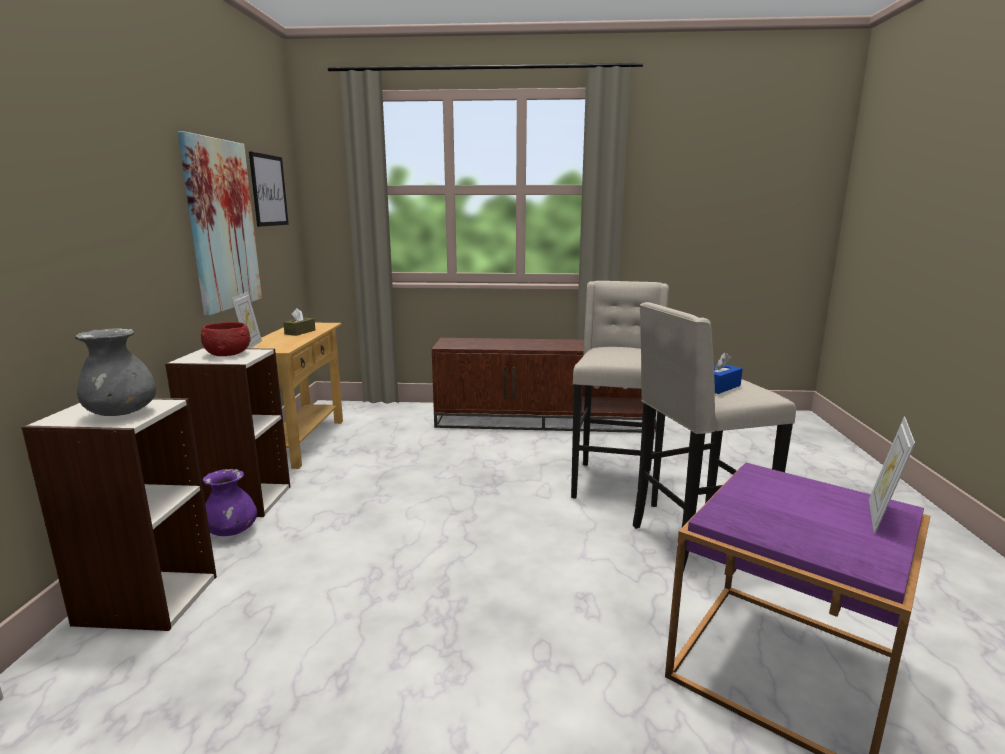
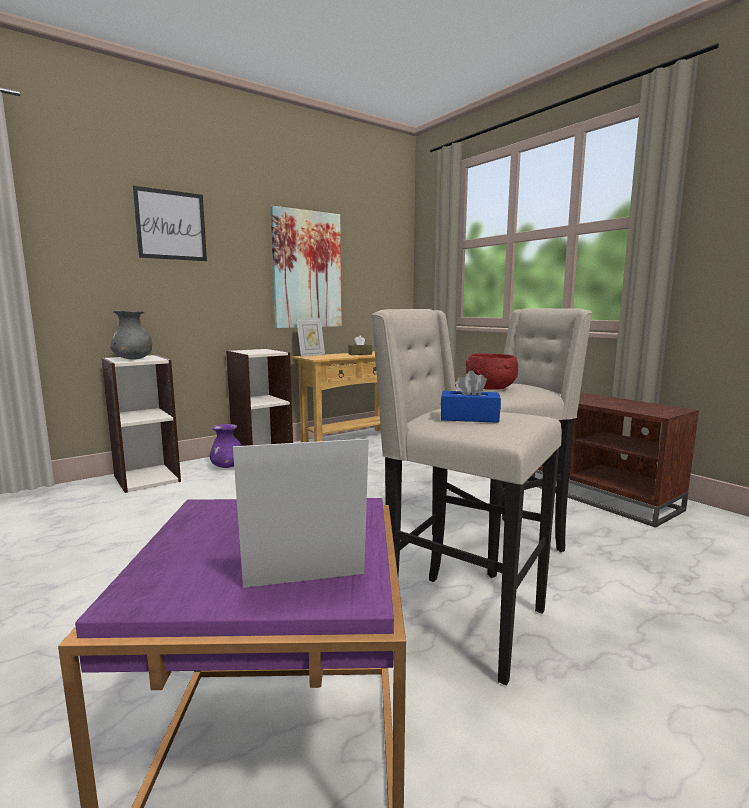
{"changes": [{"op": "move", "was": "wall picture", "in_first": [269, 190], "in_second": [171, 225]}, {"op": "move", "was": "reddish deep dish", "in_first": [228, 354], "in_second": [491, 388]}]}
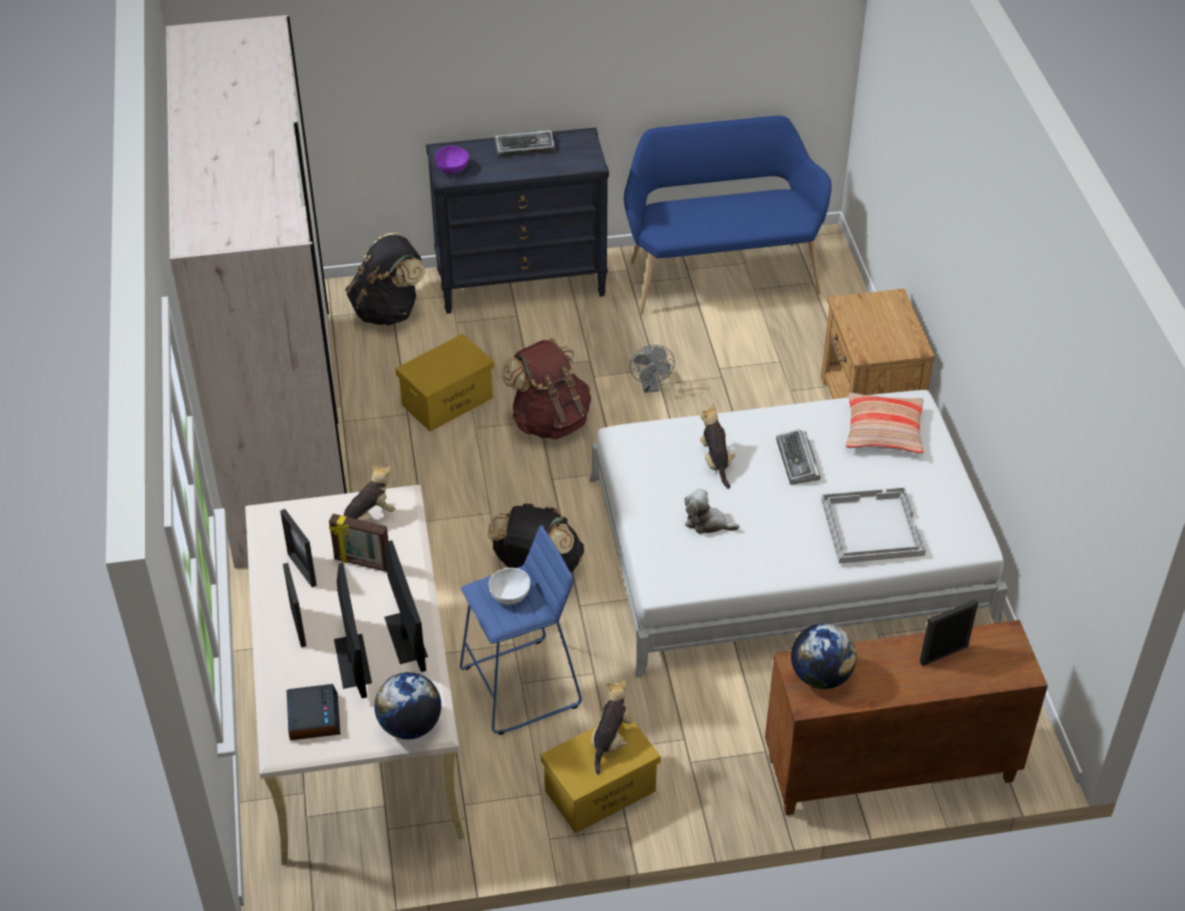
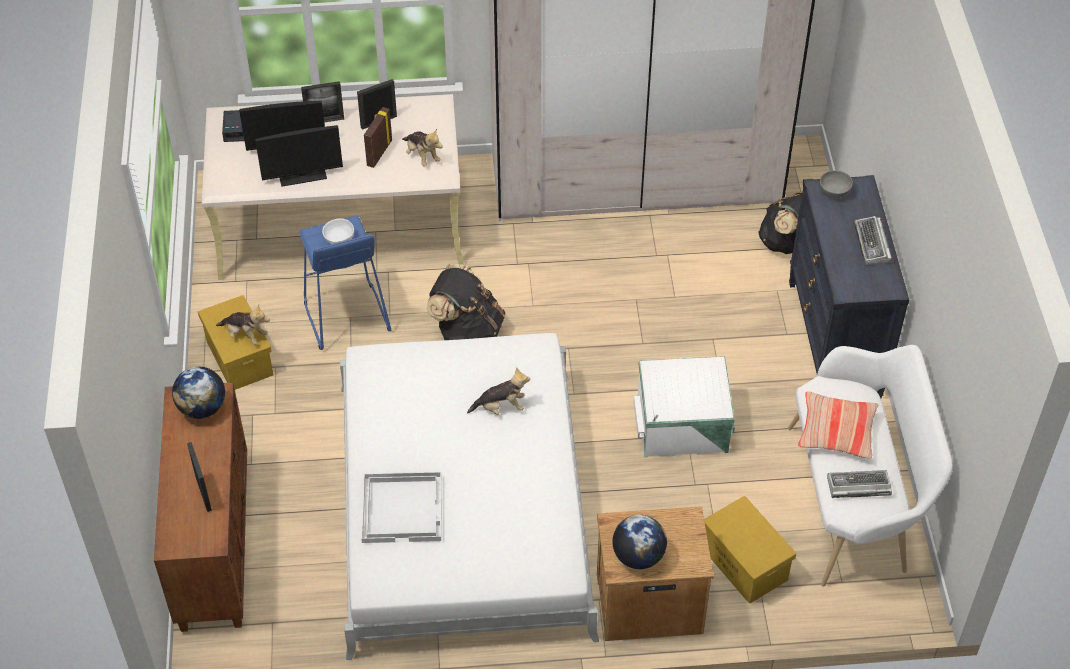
{"changes": [{"op": "recolor", "was": "bluish long seat", "now": "white-coloured long seat", "in_first": [720, 273], "in_second": [855, 501]}, {"op": "recolor", "was": "purplish deep dish", "now": "gray deep dish", "in_first": [453, 168], "in_second": [835, 192]}, {"op": "move", "was": "yellowish storage bin", "in_first": [448, 400], "in_second": [745, 564]}, {"op": "delete", "was": "brownish backpack", "in_first": [549, 420]}, {"op": "replace", "was": "gray fan", "now": "white-coloured storage bin", "in_first": [650, 386], "in_second": [683, 427]}, {"op": "move", "was": "throw pillow", "in_first": [883, 431], "in_second": [836, 431]}, {"op": "move", "was": "PC keyboard", "in_first": [798, 461], "in_second": [857, 487]}, {"op": "delete", "was": "plush toy", "in_first": [707, 523]}, {"op": "move", "was": "world globe", "in_first": [410, 725], "in_second": [638, 556]}]}
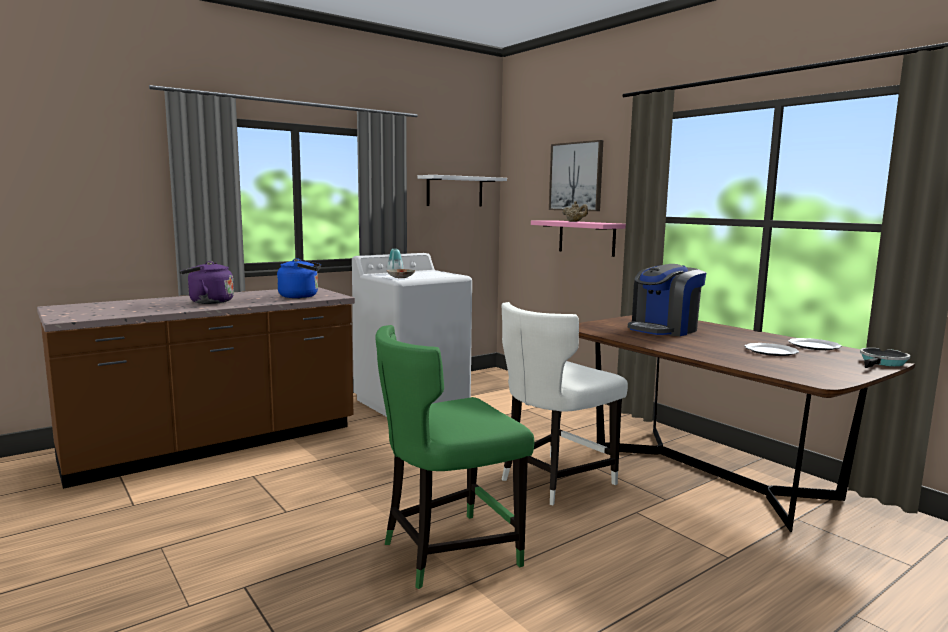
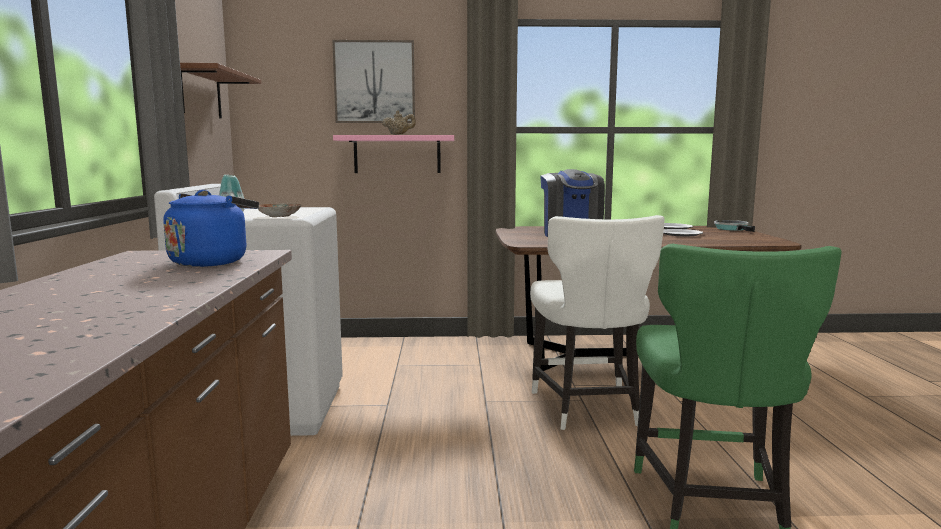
{"changes": [{"op": "recolor", "was": "white-coloured shelf", "now": "brownish shelf", "in_first": [454, 191], "in_second": [201, 94]}, {"op": "delete", "was": "purplish tea kettle", "in_first": [208, 302]}]}
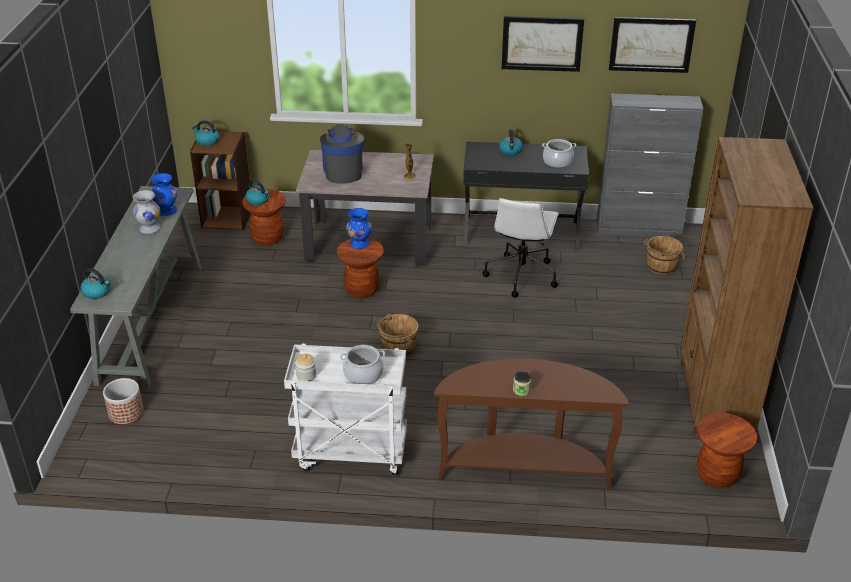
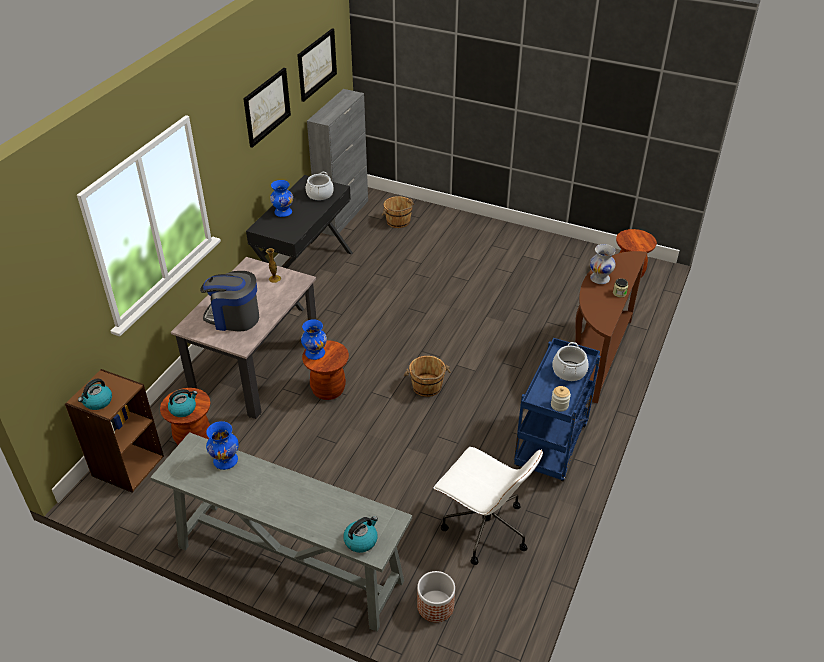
{"changes": [{"op": "replace", "was": "tea kettle", "now": "bluish flower vase", "in_first": [510, 151], "in_second": [283, 212]}, {"op": "delete", "was": "brownish shelving unit", "in_first": [714, 400]}, {"op": "move", "was": "white-coloured flower vase", "in_first": [149, 228], "in_second": [599, 279]}, {"op": "move", "was": "white-coloured office chair", "in_first": [521, 275], "in_second": [484, 528]}, {"op": "recolor", "was": "white-coloured wheeled cart", "now": "bluish wheeled cart", "in_first": [350, 454], "in_second": [551, 448]}]}
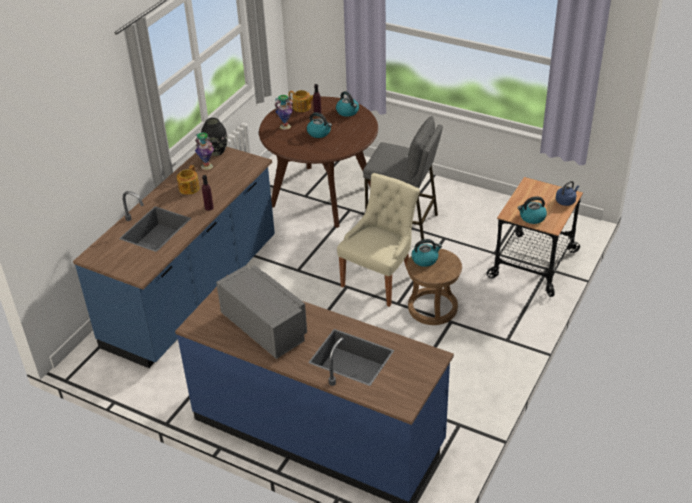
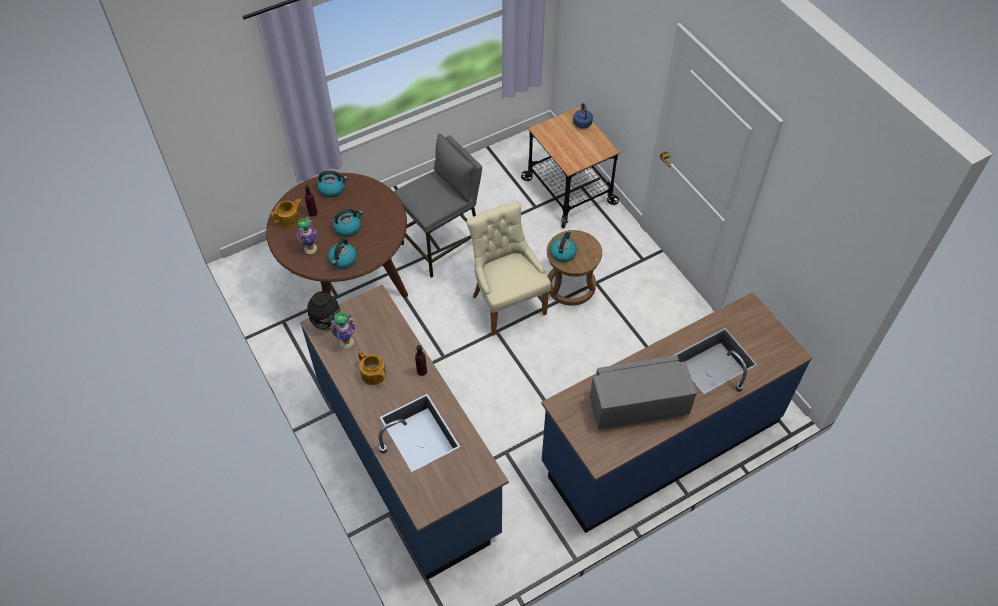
{"changes": [{"op": "move", "was": "tea kettle", "in_first": [532, 217], "in_second": [343, 260]}]}
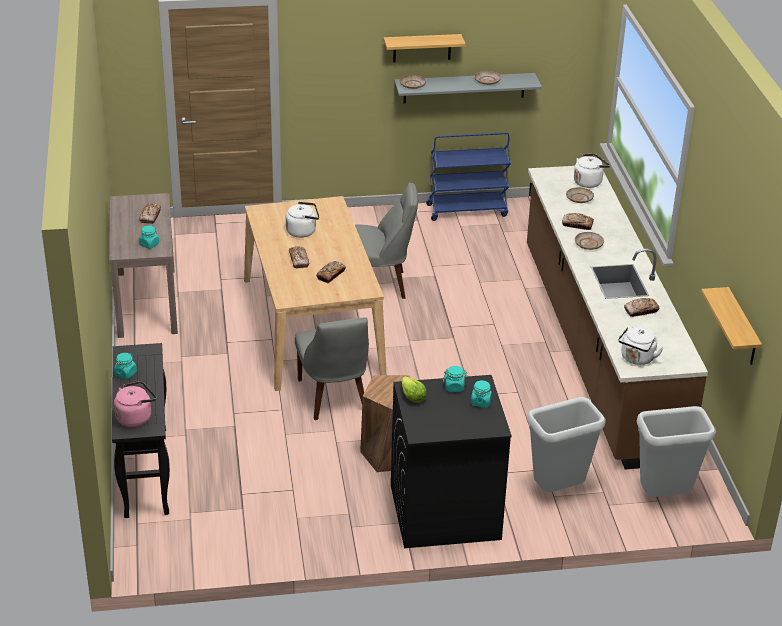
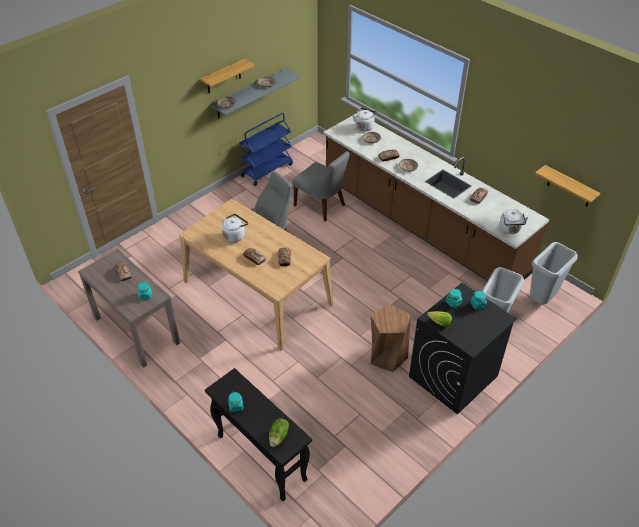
{"changes": [{"op": "move", "was": "gray plain chair", "in_first": [334, 398], "in_second": [321, 206]}, {"op": "replace", "was": "pinkish tea kettle", "now": "head of lettuce", "in_first": [136, 417], "in_second": [279, 436]}]}
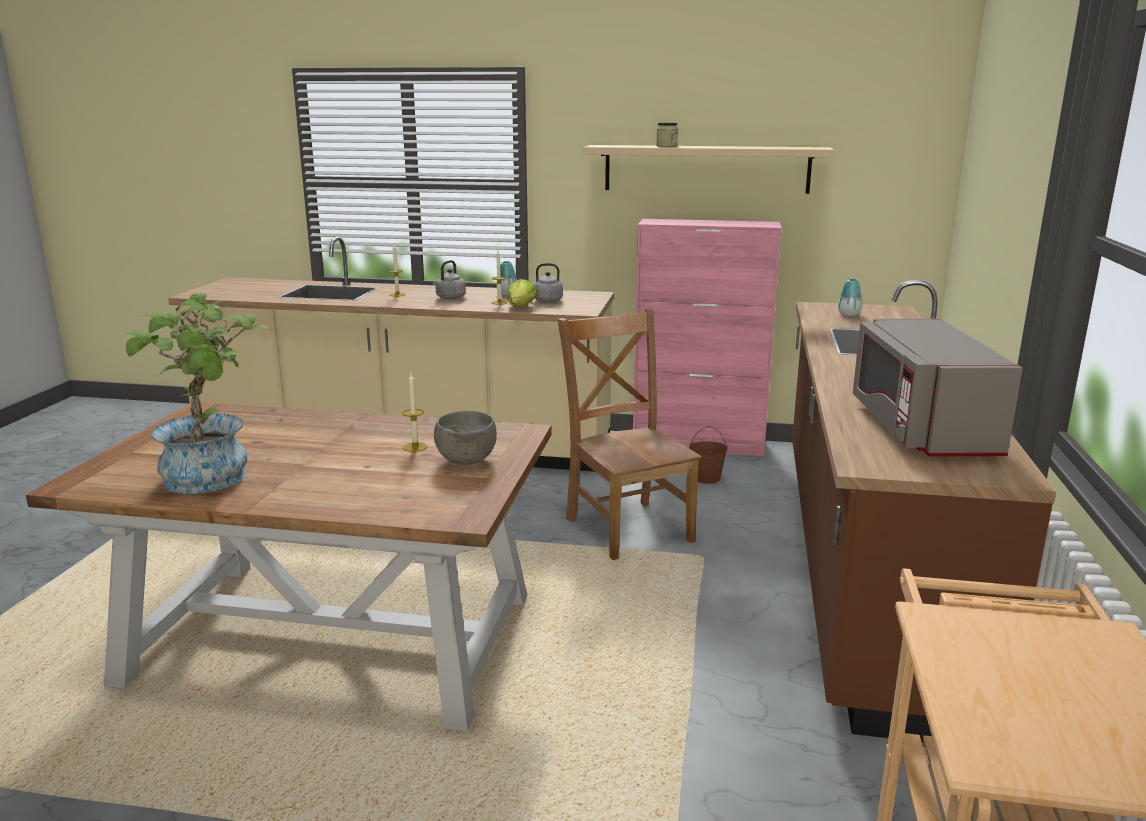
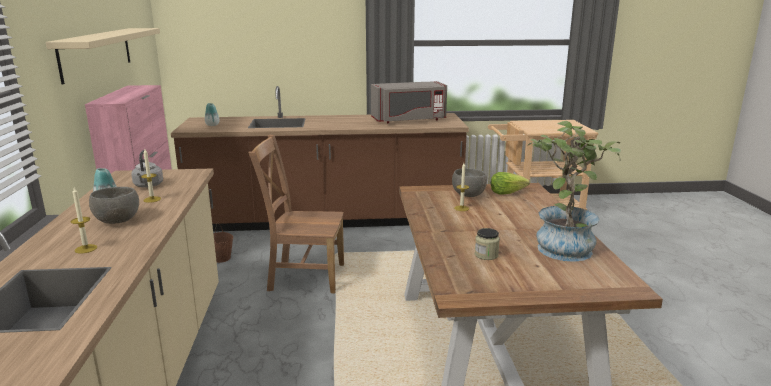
{"changes": [{"op": "move", "was": "jar", "in_first": [666, 146], "in_second": [486, 255]}, {"op": "replace", "was": "gray tea kettle", "now": "gray deep dish", "in_first": [449, 298], "in_second": [118, 221]}, {"op": "move", "was": "head of lettuce", "in_first": [521, 307], "in_second": [507, 192]}, {"op": "rotate", "was": "brownish plain chair", "in_first": [627, 527], "in_second": [303, 276], "clockwise": 45}]}
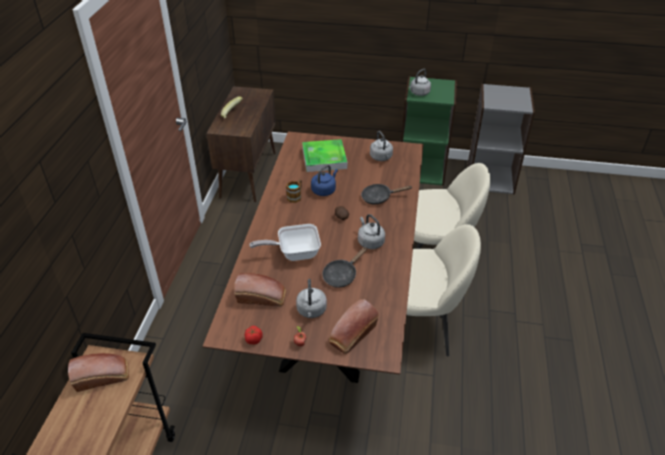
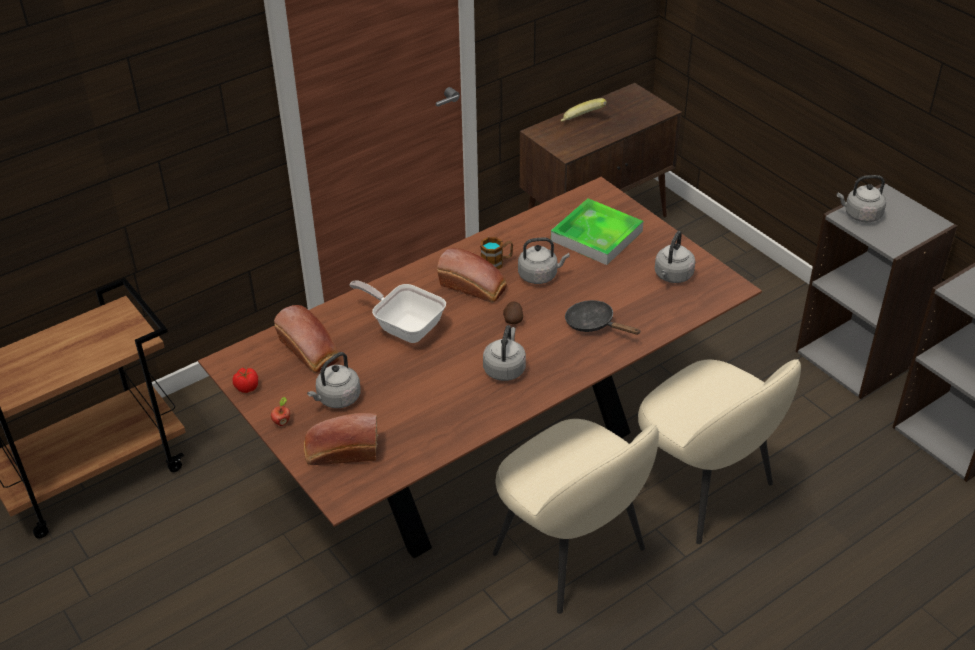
{"changes": [{"op": "recolor", "was": "green shelving unit", "now": "gray shelving unit", "in_first": [422, 169], "in_second": [857, 357]}, {"op": "recolor", "was": "bluish tea kettle", "now": "gray tea kettle", "in_first": [324, 190], "in_second": [540, 275]}, {"op": "delete", "was": "black-coloured pan", "in_first": [342, 275]}, {"op": "move", "was": "bread", "in_first": [104, 377], "in_second": [474, 287]}]}
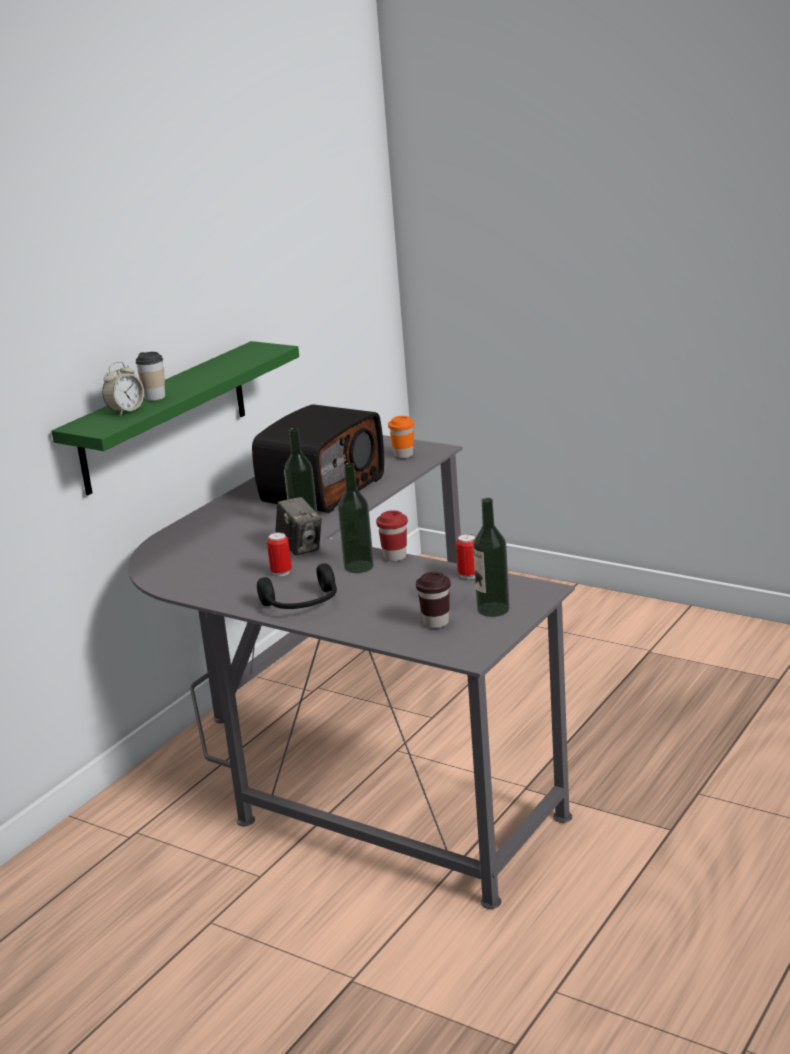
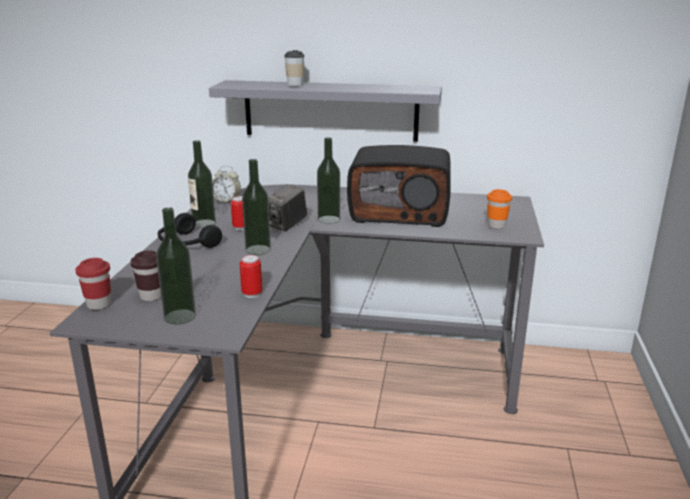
{"changes": [{"op": "recolor", "was": "green shelf", "now": "gray shelf", "in_first": [164, 417], "in_second": [330, 110]}, {"op": "move", "was": "bedside clock", "in_first": [126, 411], "in_second": [227, 200]}, {"op": "move", "was": "reddish drinking cup", "in_first": [395, 557], "in_second": [99, 305]}, {"op": "insert", "now": "drink bottle", "in_second": [204, 223]}]}
